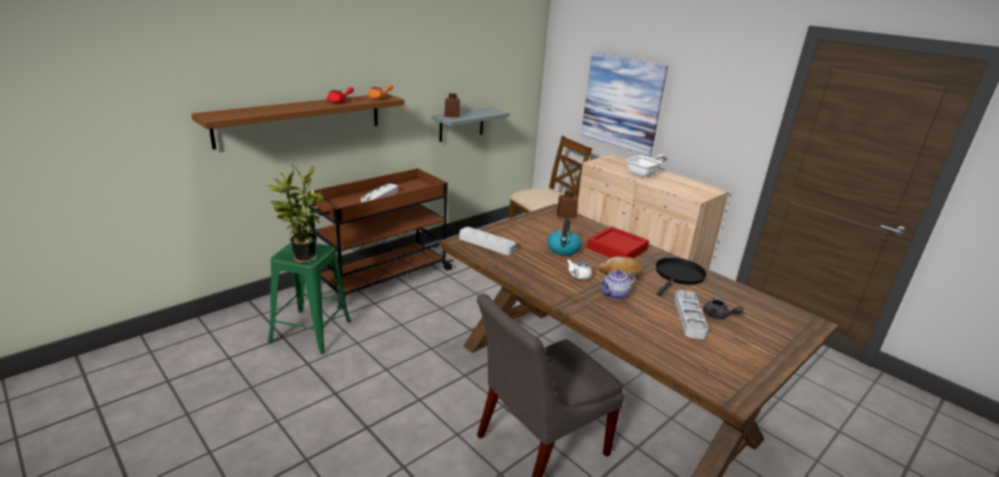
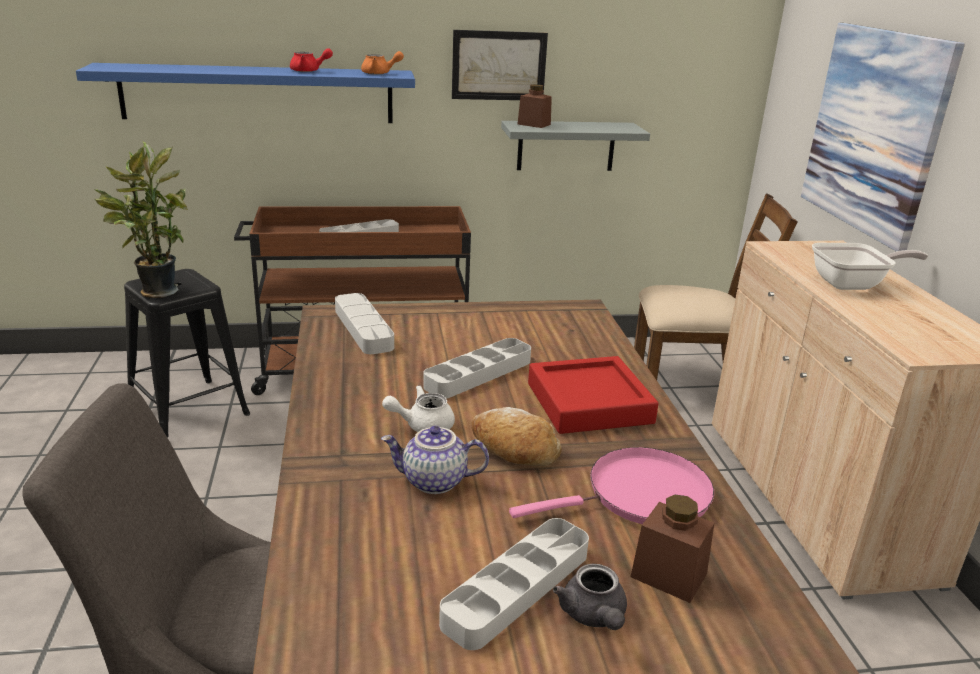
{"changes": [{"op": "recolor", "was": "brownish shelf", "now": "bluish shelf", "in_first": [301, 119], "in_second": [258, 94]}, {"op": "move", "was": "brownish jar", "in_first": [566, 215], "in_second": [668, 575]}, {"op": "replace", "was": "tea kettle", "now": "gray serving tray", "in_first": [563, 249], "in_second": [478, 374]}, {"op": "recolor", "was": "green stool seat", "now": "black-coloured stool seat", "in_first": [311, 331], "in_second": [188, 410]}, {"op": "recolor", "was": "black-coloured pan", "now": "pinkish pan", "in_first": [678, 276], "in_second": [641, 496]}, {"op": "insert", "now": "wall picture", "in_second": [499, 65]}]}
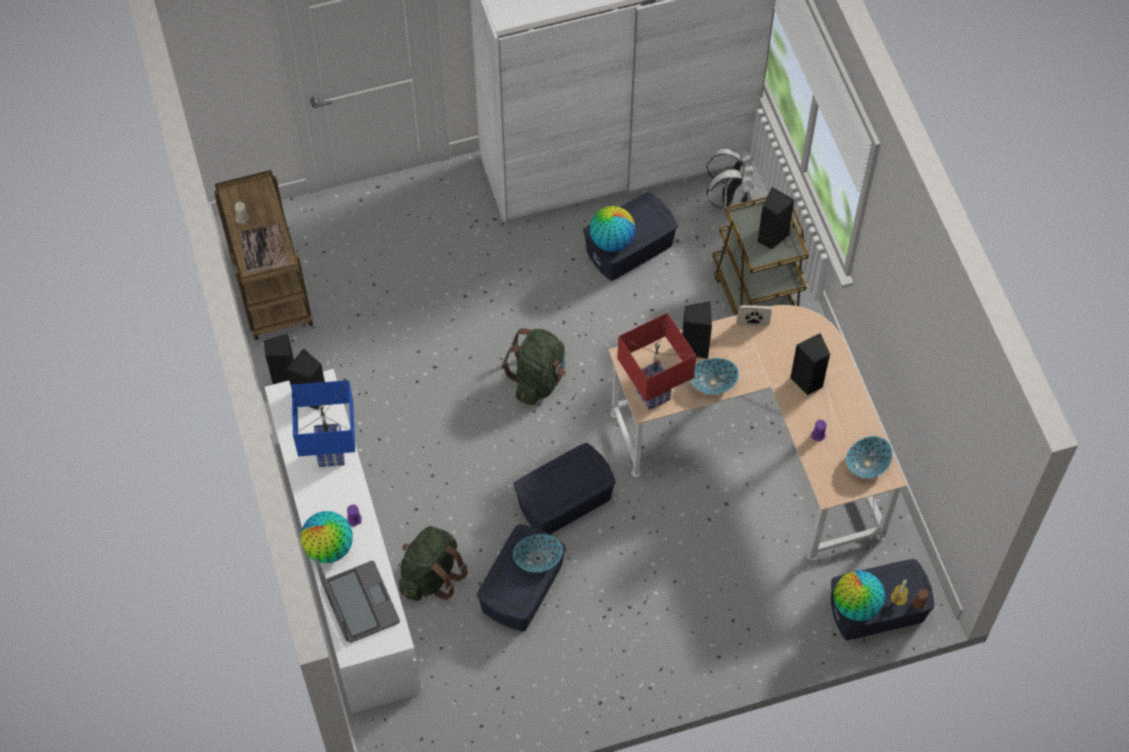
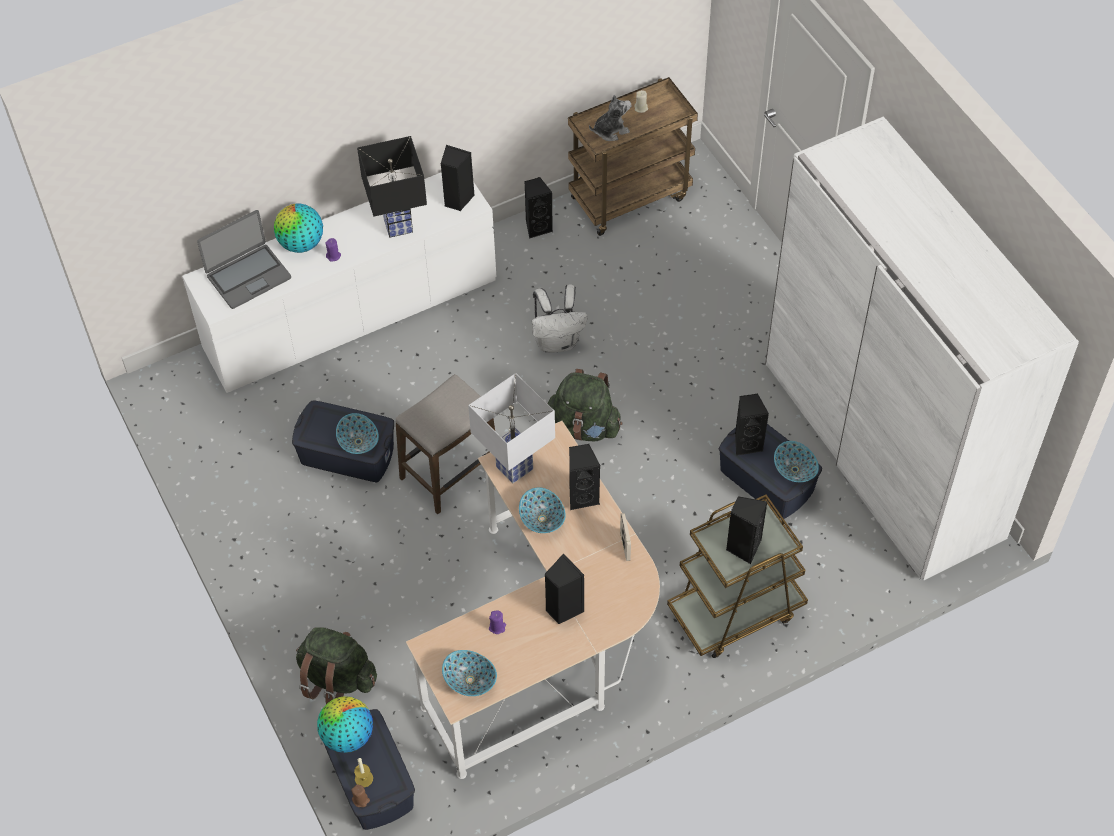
{"changes": [{"op": "move", "was": "white-coloured backpack", "in_first": [731, 200], "in_second": [557, 341]}, {"op": "replace", "was": "world globe", "now": "black-coloured loudspeaker", "in_first": [611, 241], "in_second": [747, 443]}, {"op": "replace", "was": "book", "now": "plush toy", "in_first": [263, 248], "in_second": [610, 130]}, {"op": "recolor", "was": "reddish lamp for a table", "now": "white-coloured lamp for a table", "in_first": [653, 396], "in_second": [513, 467]}, {"op": "recolor", "was": "bluish lamp for a table", "now": "black-coloured lamp for a table", "in_first": [332, 455], "in_second": [397, 226]}, {"op": "replace", "was": "bluish storage bin", "now": "stool seat", "in_first": [564, 500], "in_second": [449, 472]}, {"op": "move", "was": "green backpack", "in_first": [431, 576], "in_second": [337, 678]}, {"op": "insert", "now": "deep dish", "in_second": [794, 470]}]}
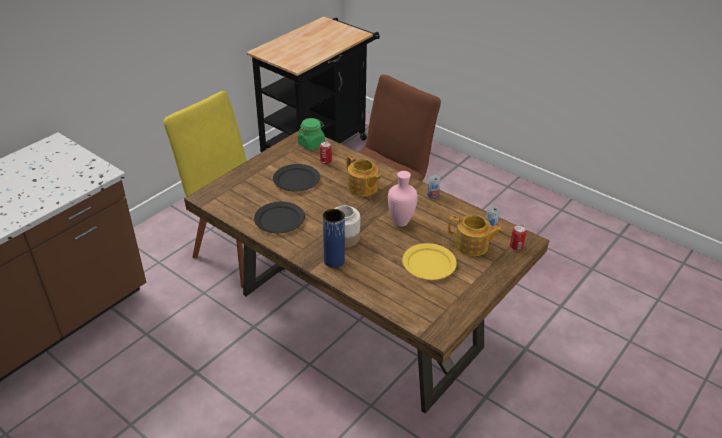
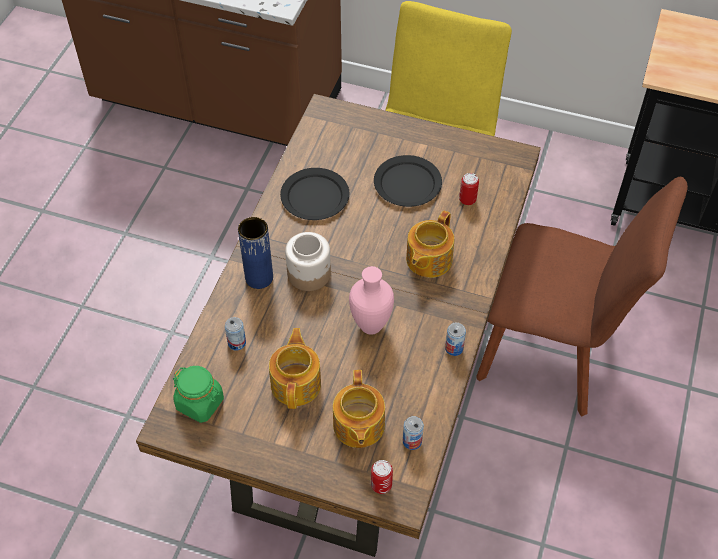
{"changes": [{"op": "move", "was": "green jar", "in_first": [311, 144], "in_second": [200, 403]}, {"op": "replace", "was": "yellowish plate", "now": "teapot", "in_first": [429, 263], "in_second": [296, 383]}, {"op": "insert", "now": "can", "in_second": [237, 343]}]}
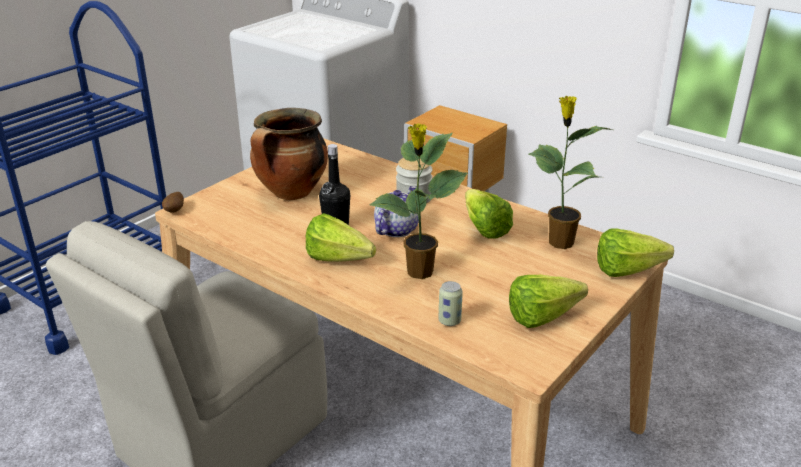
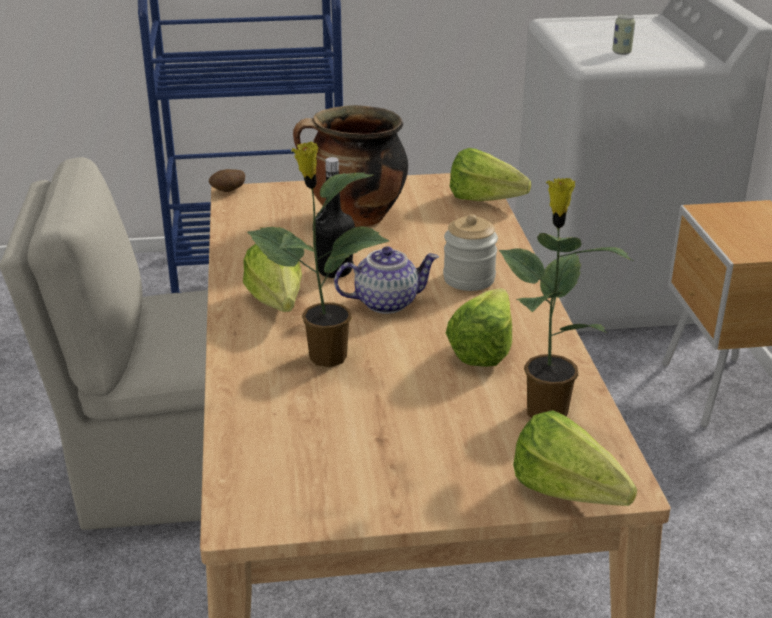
{"changes": [{"op": "move", "was": "head of lettuce", "in_first": [548, 317], "in_second": [490, 202]}, {"op": "move", "was": "can", "in_first": [449, 321], "in_second": [621, 52]}]}
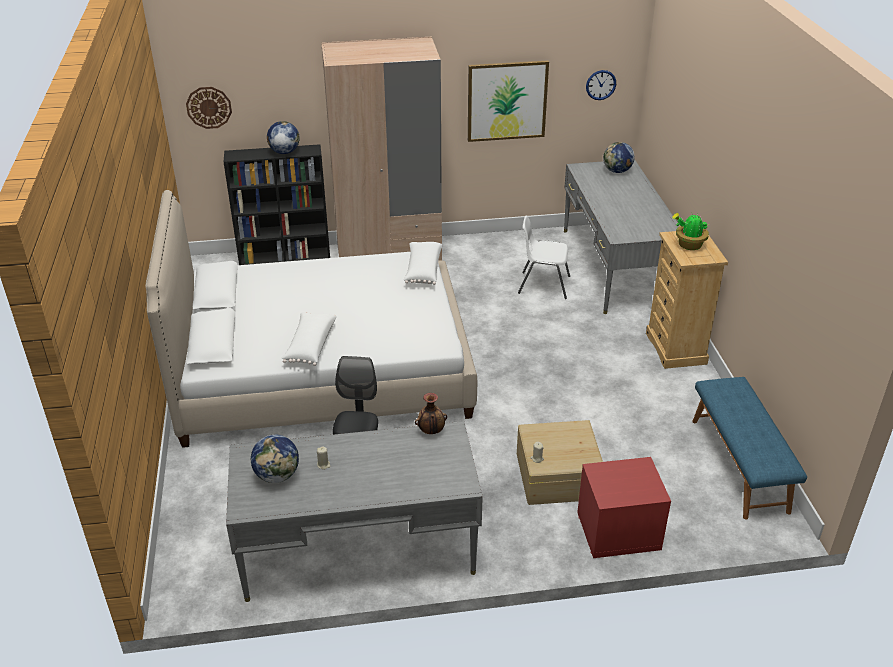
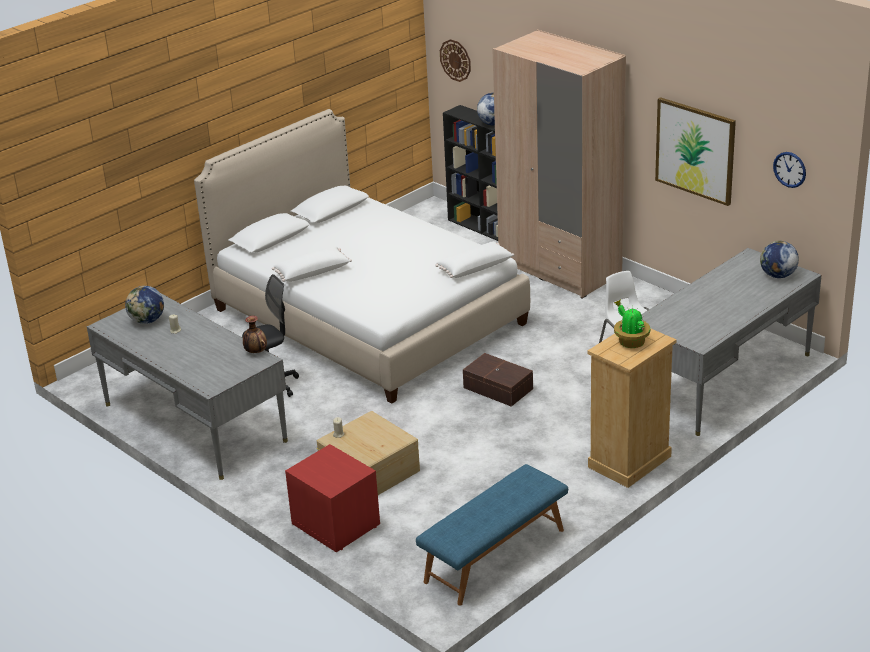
{"changes": [{"op": "insert", "now": "brownish storage bin", "in_second": [498, 389]}]}
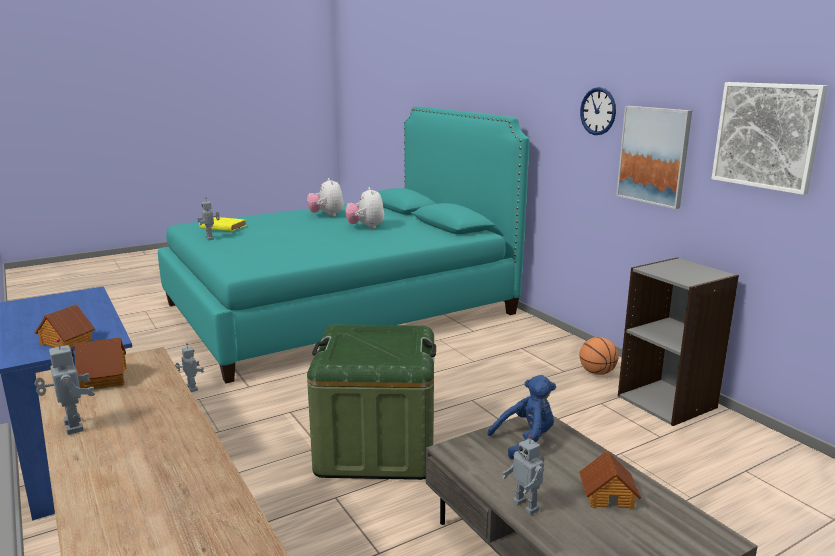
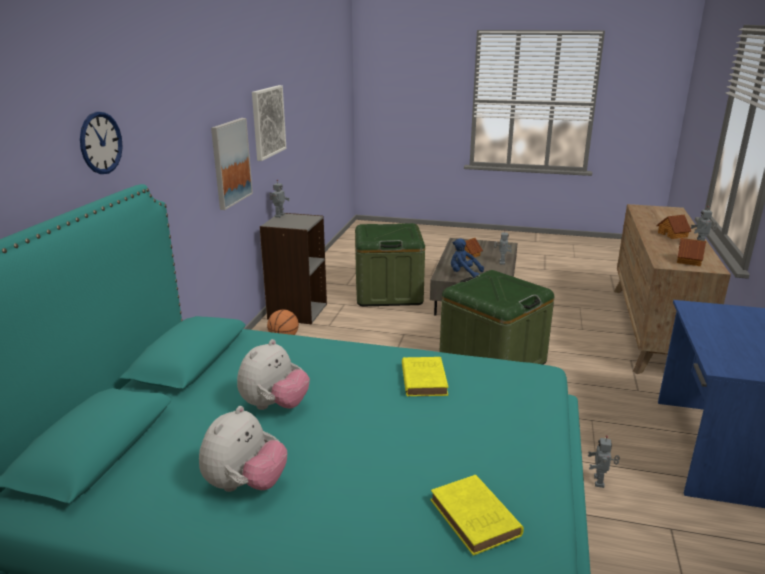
{"changes": [{"op": "move", "was": "clock on the wall", "in_first": [598, 111], "in_second": [101, 143]}, {"op": "move", "was": "toy robot", "in_first": [210, 238], "in_second": [279, 215]}, {"op": "move", "was": "miniature house", "in_first": [66, 341], "in_second": [672, 234]}, {"op": "insert", "now": "green storage bin", "in_second": [388, 293]}, {"op": "insert", "now": "yellowish book", "in_second": [423, 379]}]}
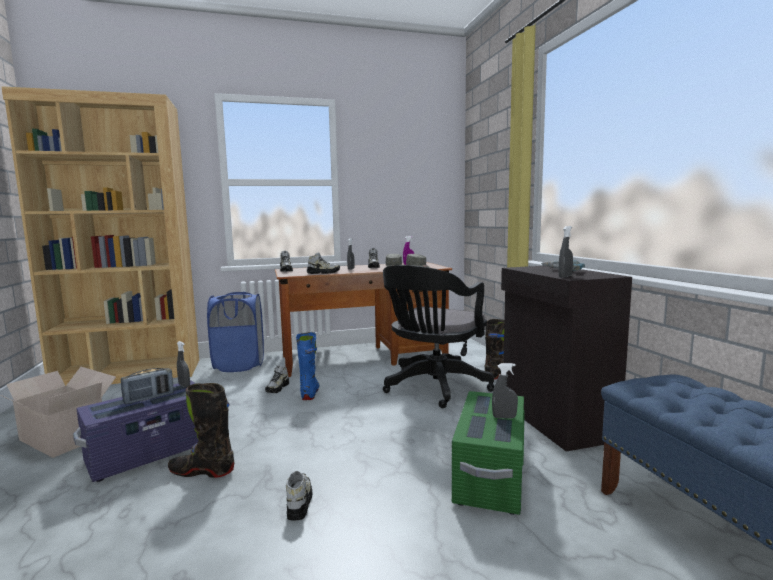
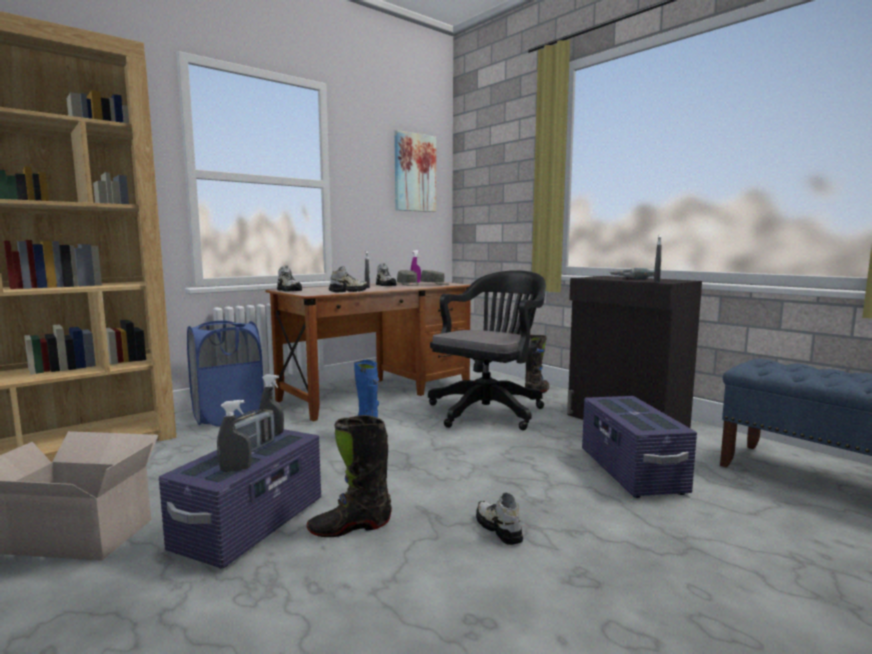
{"changes": [{"op": "rotate", "was": "black-coloured office chair", "in_first": [433, 388], "in_second": [489, 410], "clockwise": -150}, {"op": "move", "was": "gray hand sprayer", "in_first": [504, 417], "in_second": [235, 469]}, {"op": "delete", "was": "item of footwear", "in_first": [277, 388]}, {"op": "recolor", "was": "green storage bin", "now": "purplish storage bin", "in_first": [490, 475], "in_second": [631, 471]}, {"op": "insert", "now": "wall picture", "in_second": [414, 173]}]}
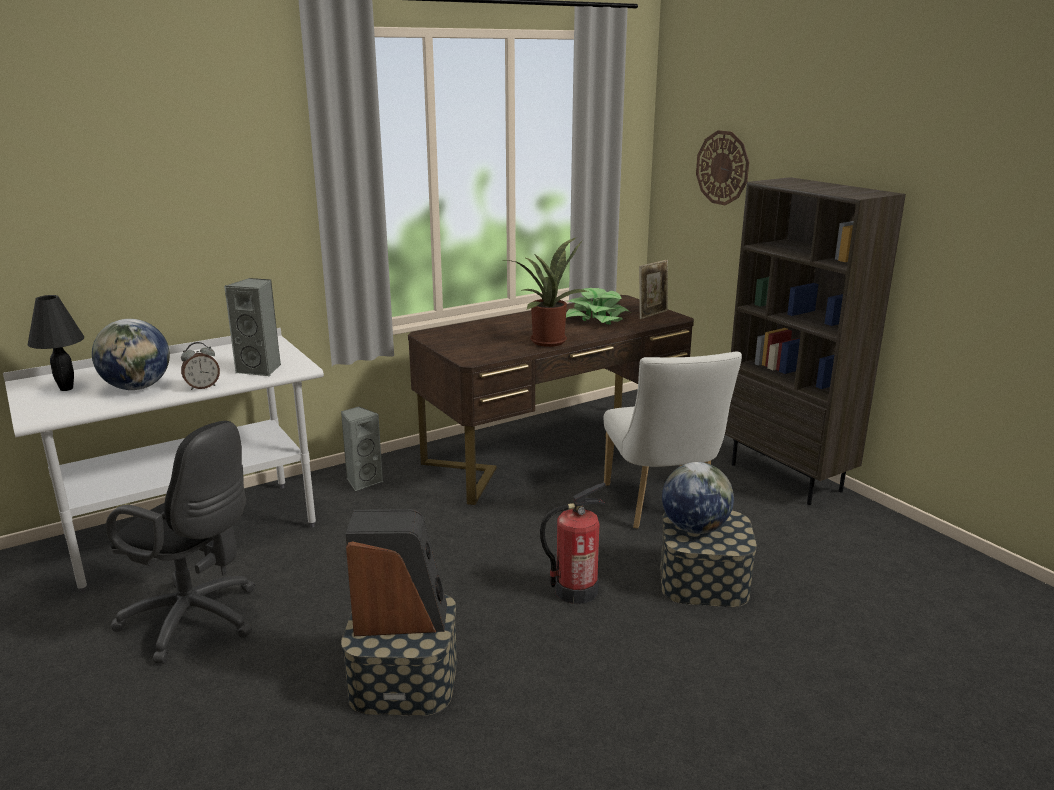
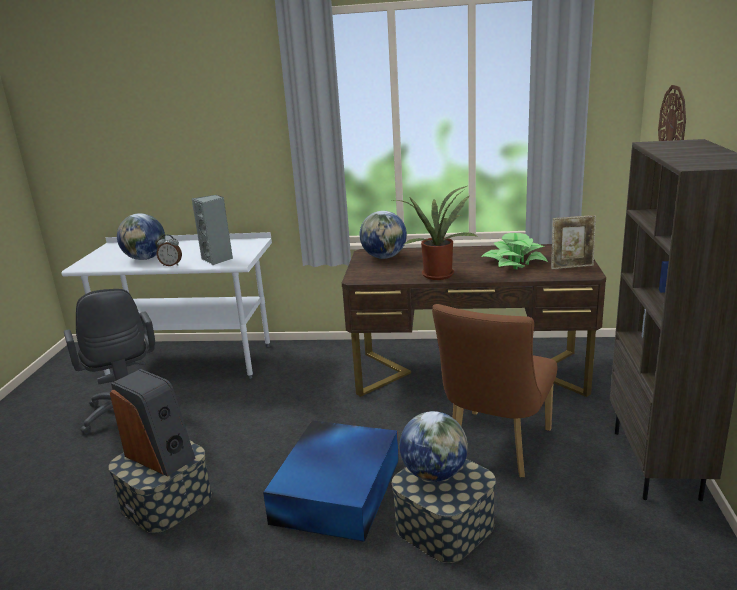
{"changes": [{"op": "delete", "was": "black-coloured lamp for a table", "in_first": [67, 388]}, {"op": "recolor", "was": "white-coloured plain chair", "now": "brownish plain chair", "in_first": [661, 507], "in_second": [495, 448]}, {"op": "delete", "was": "gray loudspeaker", "in_first": [363, 481]}, {"op": "replace", "was": "fire extinguisher", "now": "bluish storage bin", "in_first": [575, 591], "in_second": [338, 489]}, {"op": "insert", "now": "world globe", "in_second": [384, 257]}]}
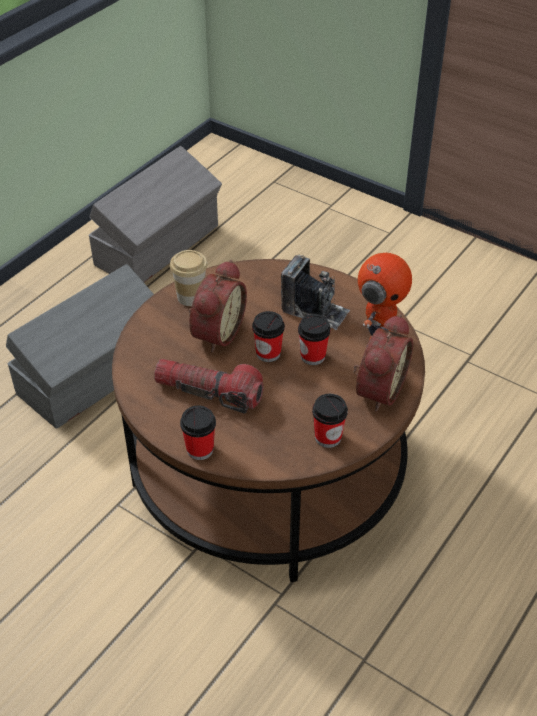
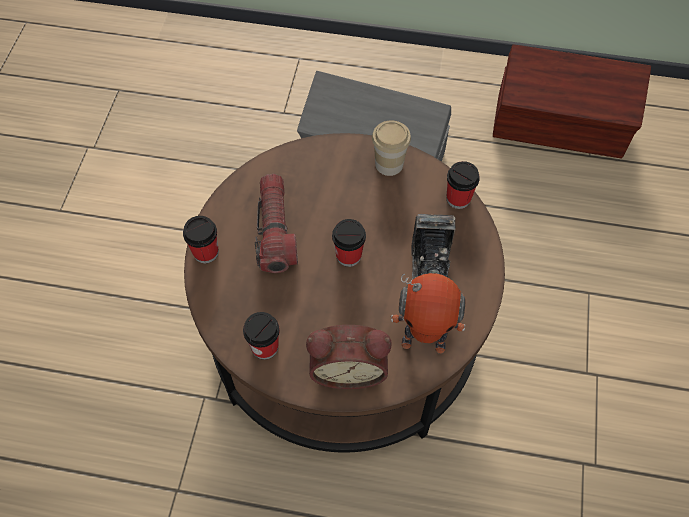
{"changes": [{"op": "recolor", "was": "gray storage bin", "now": "brownish storage bin", "in_first": [159, 245], "in_second": [560, 127]}, {"op": "delete", "was": "bedside clock", "in_first": [215, 333]}, {"op": "move", "was": "drinking cup", "in_first": [313, 356], "in_second": [458, 199]}]}
